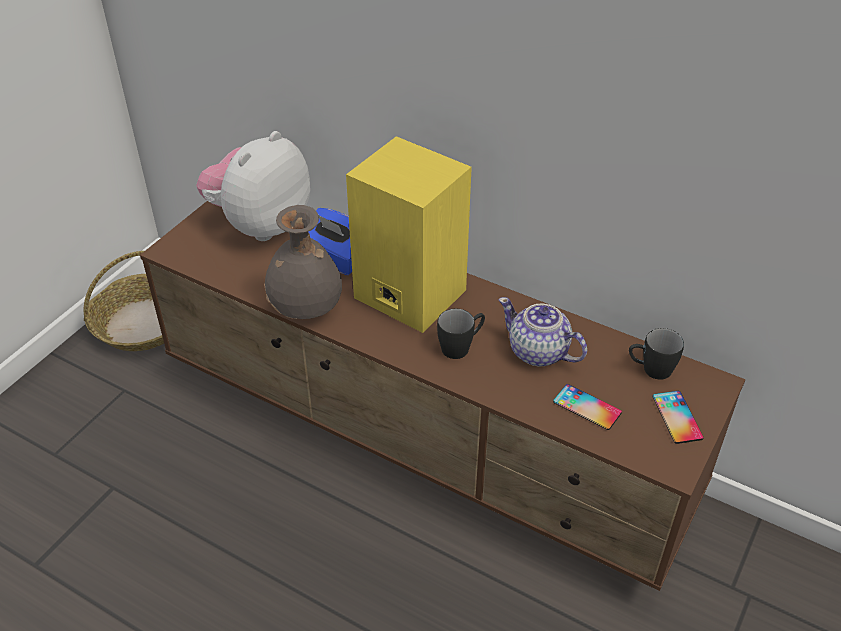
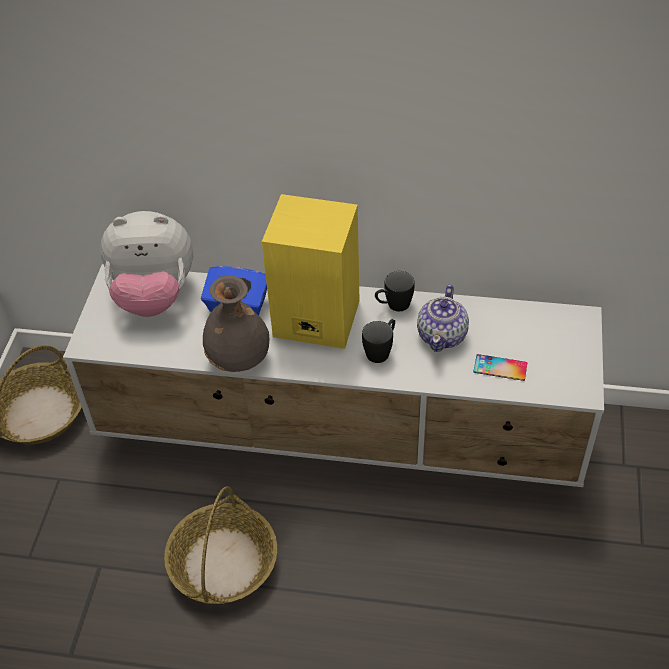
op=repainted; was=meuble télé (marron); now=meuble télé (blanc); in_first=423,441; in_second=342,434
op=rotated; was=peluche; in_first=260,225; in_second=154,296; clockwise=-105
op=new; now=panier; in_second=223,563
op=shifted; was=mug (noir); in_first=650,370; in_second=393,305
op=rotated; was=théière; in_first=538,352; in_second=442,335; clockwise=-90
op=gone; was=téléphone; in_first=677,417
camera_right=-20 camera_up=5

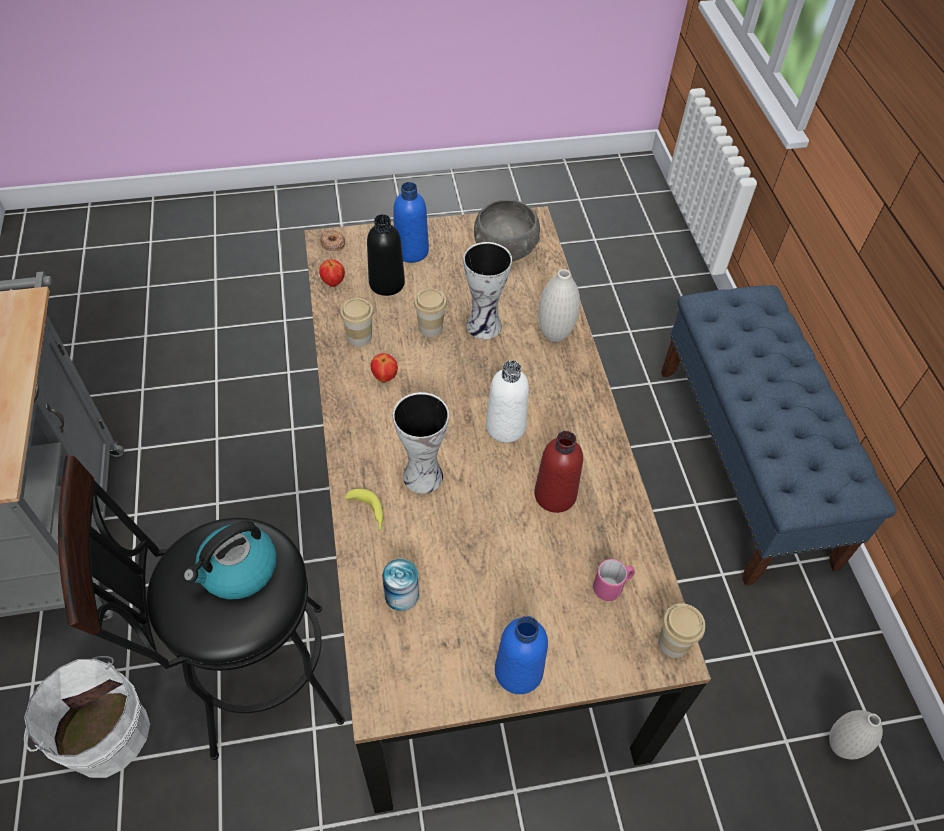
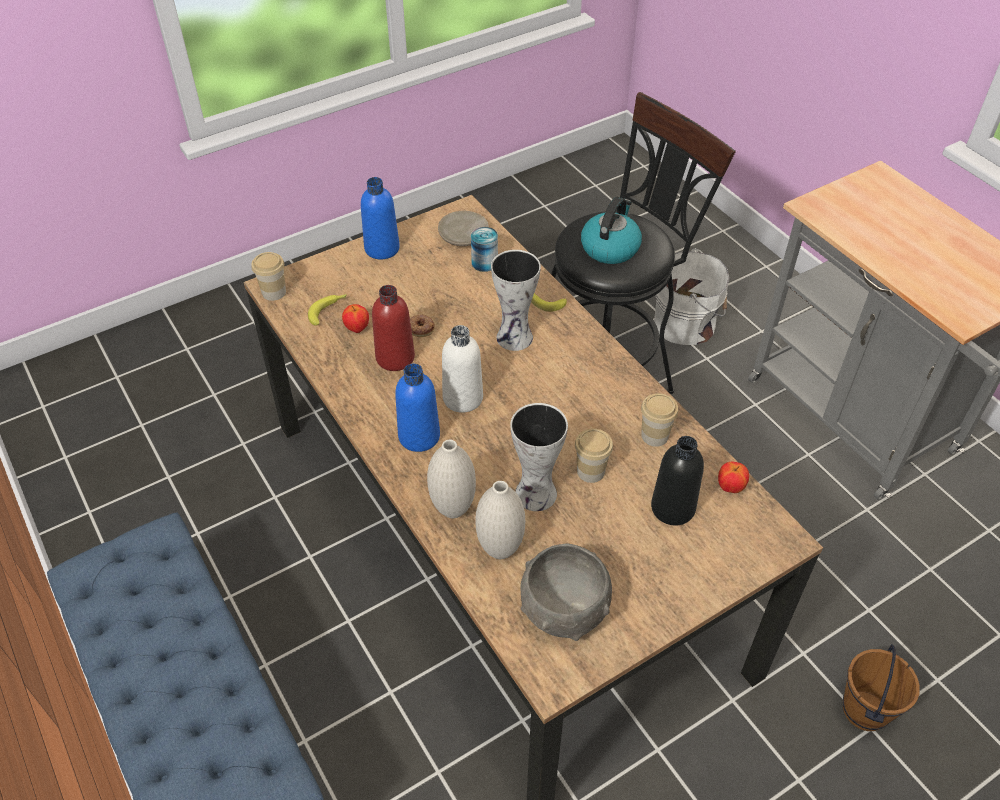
op=swapped; was=mug (rose); now=banane; in_first=612,587; in_second=328,311
op=shifted; was=pomme; in_first=384,377; in_second=357,329
op=shifted; was=bouteille (bleu); in_first=411,251; in_second=419,436
op=shifted; was=beignet; in_first=332,243; in_second=420,327
op=new; now=assiette (beige); in_second=463,236
op=shifted; was=vase (blanc); in_first=840,746; in_second=500,549
op=new; now=seau (marron); in_second=865,710
camera_right=160 camera_up=-5

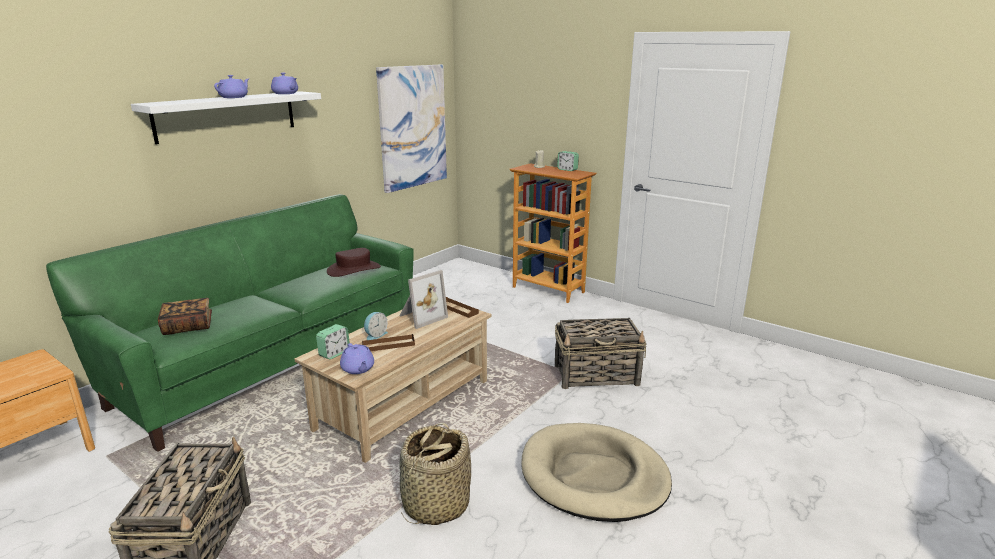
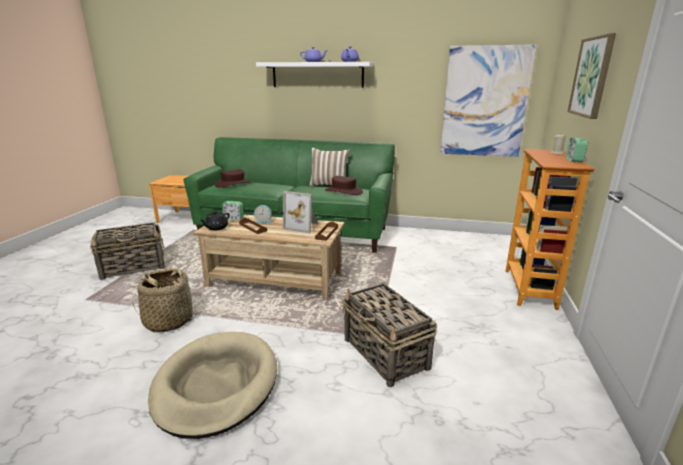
op=repainted; was=théière (violet); now=théière (noir); in_first=358,369; in_second=216,228
op=swapped; was=livre; now=chapeau (marron); in_first=188,326; in_second=233,184
op=new; now=coussin; in_second=329,185
op=new; now=tableau; in_second=592,77
camera_right=65 camera_up=0

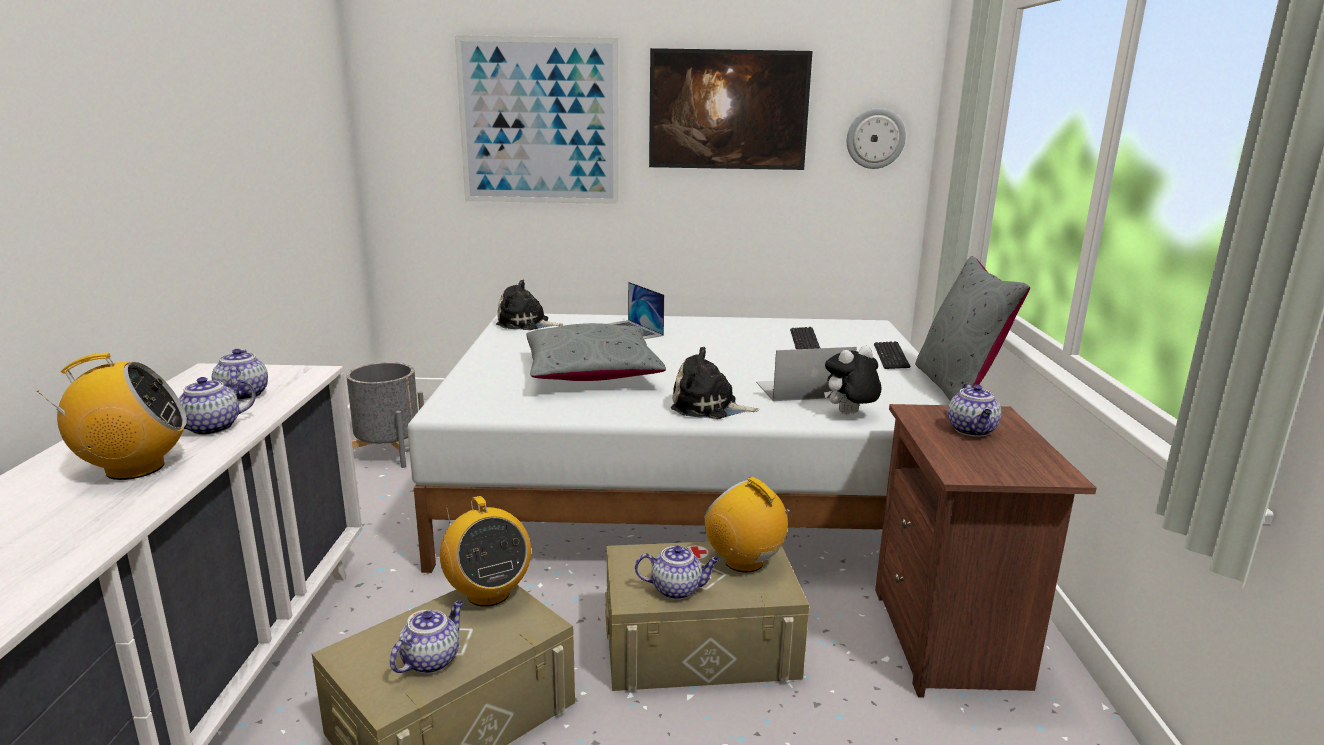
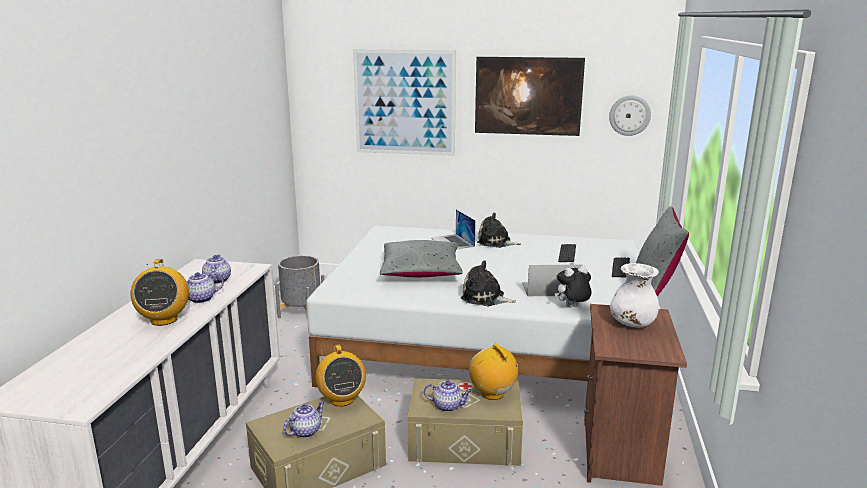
op=rotated; was=radio; in_first=134,469; in_second=164,319; clockwise=90
op=shifted; was=peluche; in_first=526,324; in_second=496,242
op=swapped; was=théière; now=vase (blanc); in_first=972,431; in_second=632,324
camera_right=10 camera_up=0

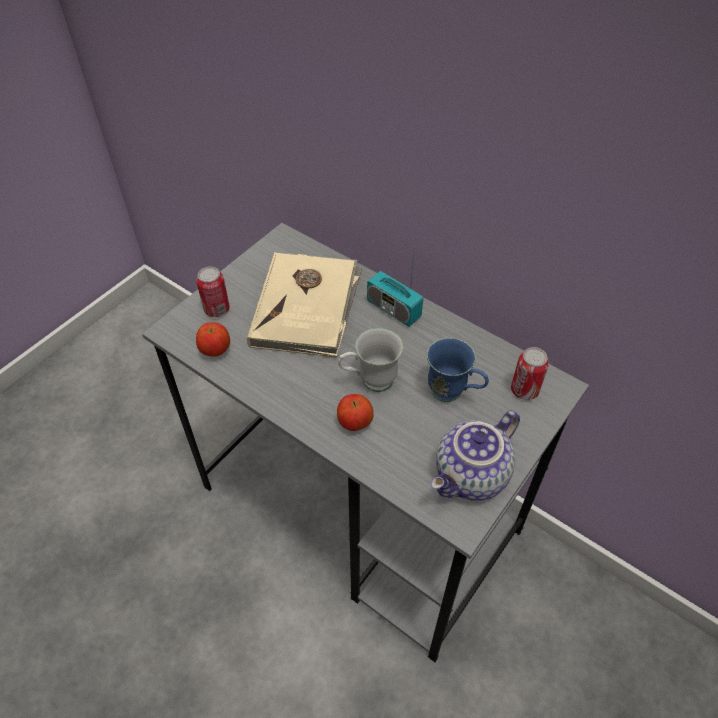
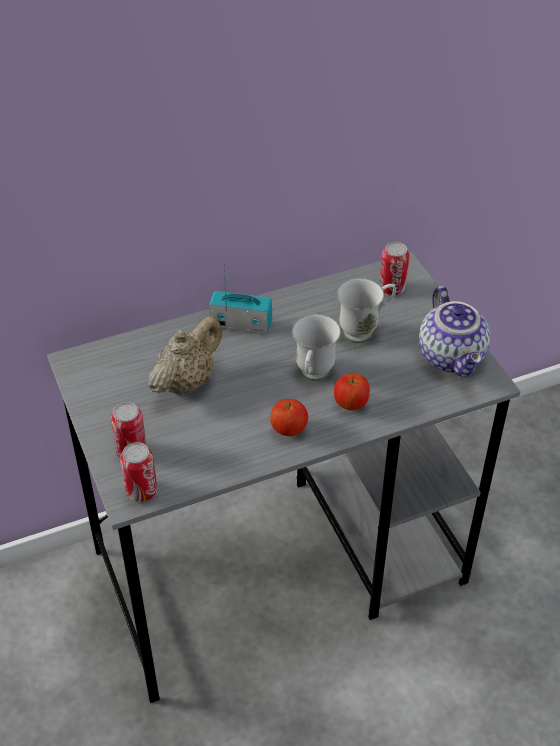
op=new; now=boîte métallique; in_second=141,491
op=swapped; was=livre (beige); now=théière (beige); in_first=307,307; in_second=187,381
op=rotated; was=radio; in_first=393,309; in_second=241,324; clockwise=-150
op=shifted; was=pomme; in_first=215,350; in_second=288,429
op=repainted; was=mug (bleu); now=mug (blanc); in_first=453,394; in_second=365,330
camera_right=-60 camera_up=-5

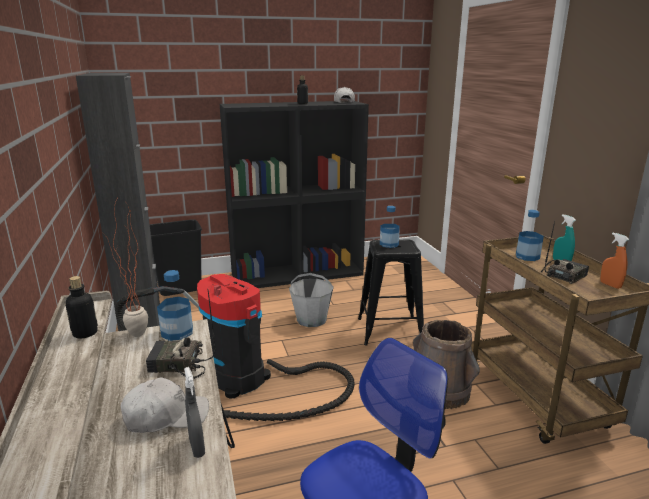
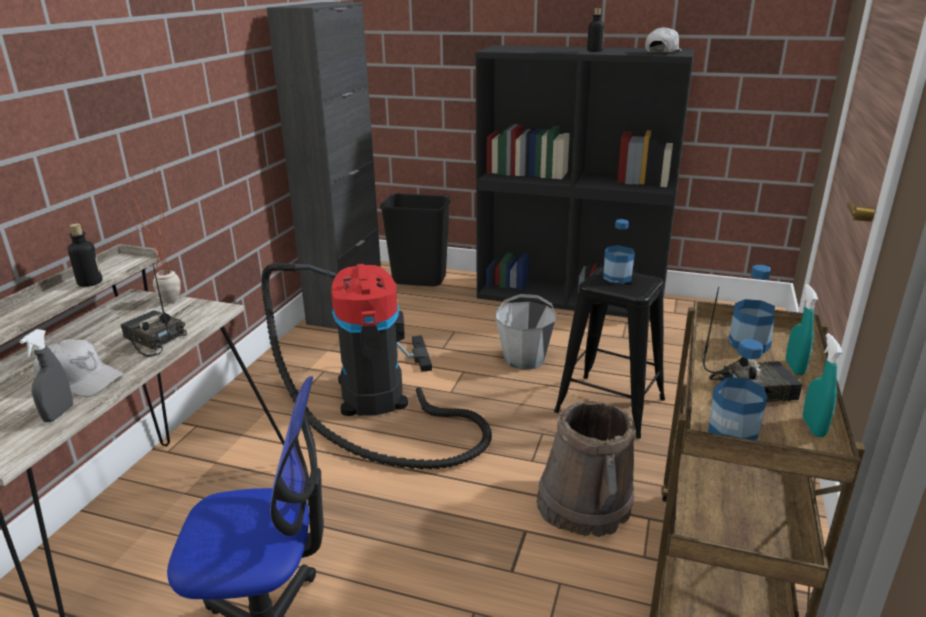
op=shifted; was=bouteille; in_first=177,332; in_second=732,432
op=repainted; was=vaporisateur (orange); now=vaporisateur (turquoise); in_first=610,285; in_second=813,427
camera_right=35 camera_up=5

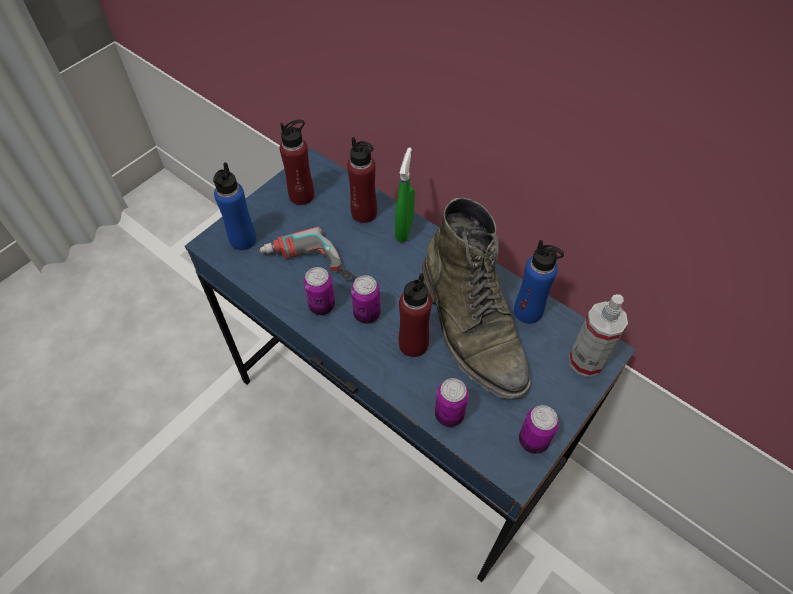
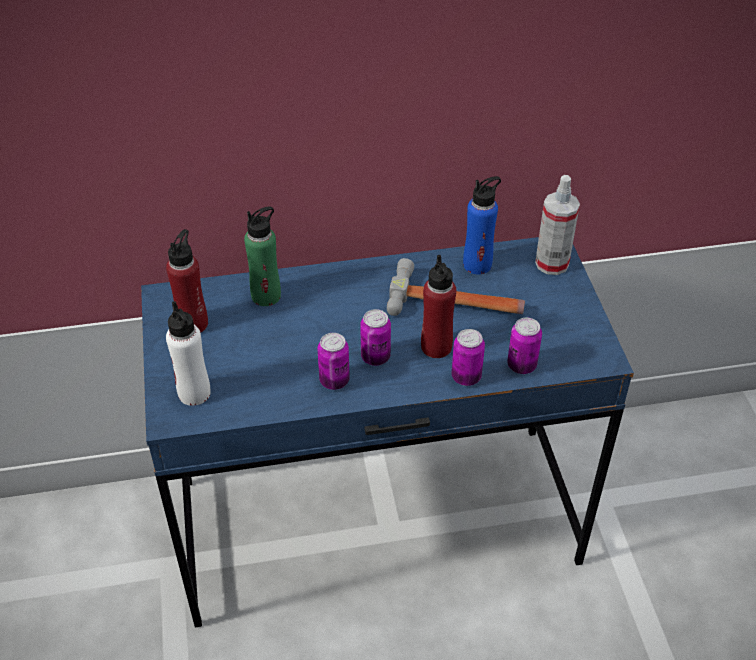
op=repainted; was=bouteille (bleu); now=bouteille (blanc); in_first=243,240; in_second=194,393
op=repainted; was=bouteille (rouge); now=bouteille (vert); in_first=364,213; in_second=266,296
op=swapped; was=botte (vert); now=marteau; in_first=471,326; in_second=456,303
op=shifted; was=boîte métallique; in_first=533,441; in_second=466,377
op=gone; was=perceuse; in_first=308,268
op=gone; was=vaporisateur (vert); in_first=404,229
camera_right=-50 camera_up=-10

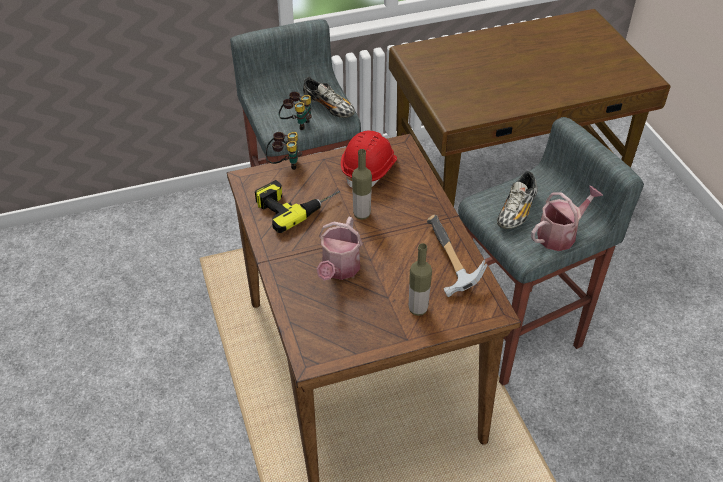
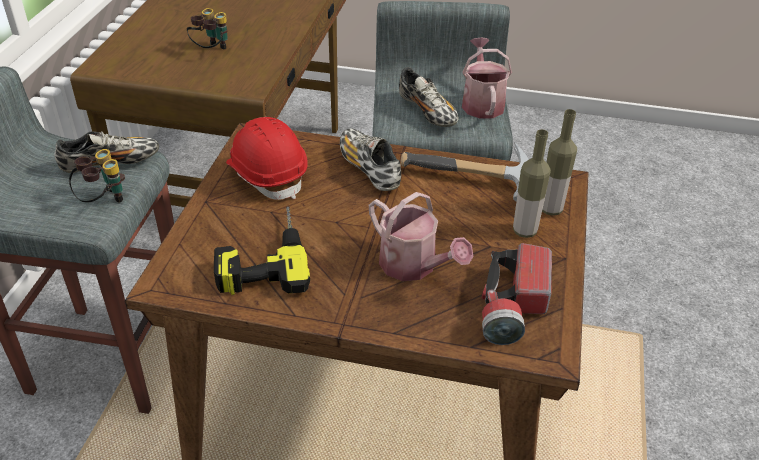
op=shifted; was=jumelles; in_first=284,164; in_second=211,51
op=new; now=chaussure; in_second=368,169
op=new; now=lampe de poche; in_second=513,306
op=shifted; was=bouteille; in_first=361,214; in_second=550,209
camera_right=-60 camera_up=-5

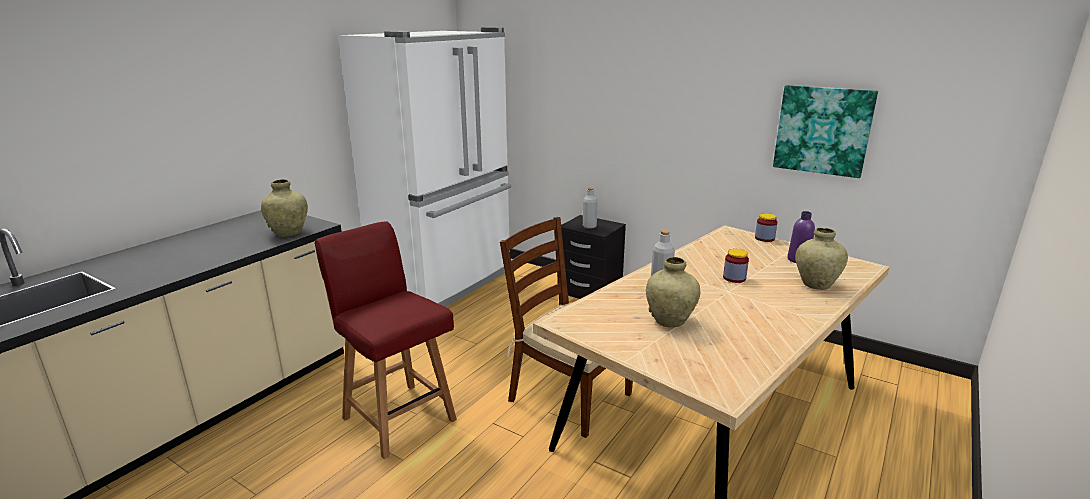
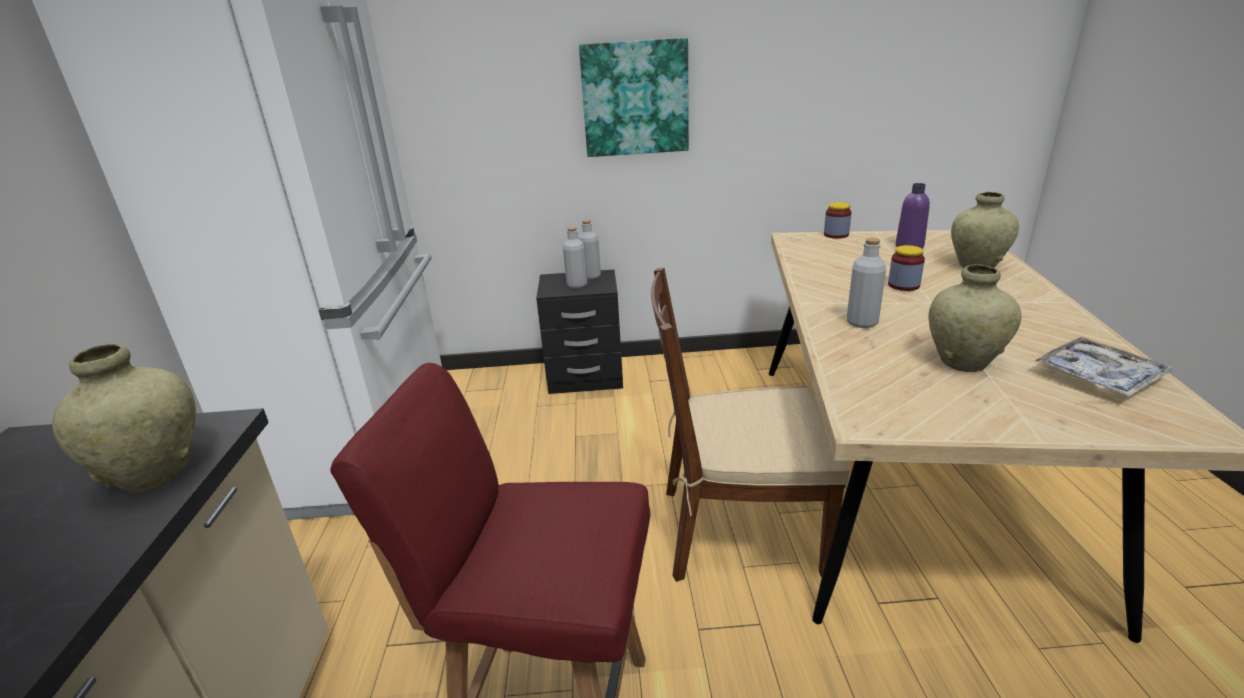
op=new; now=bouteille (gris); in_second=590,276
op=shifted; was=tableau; in_first=823,130; in_second=635,98
op=new; now=plateau; in_second=1099,376
camera_right=-35 camera_up=5

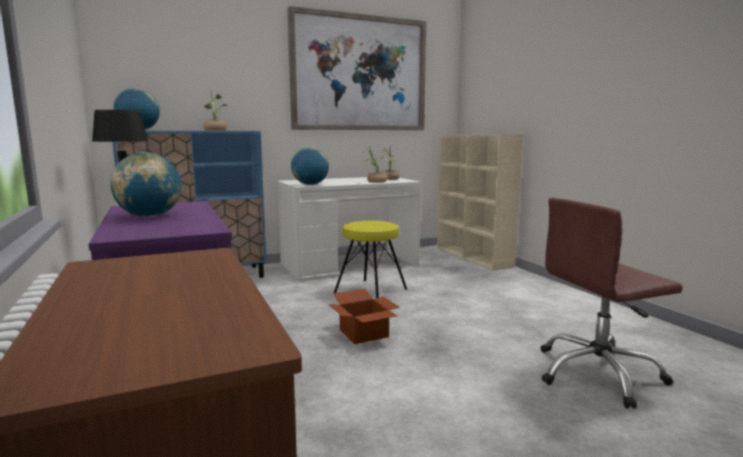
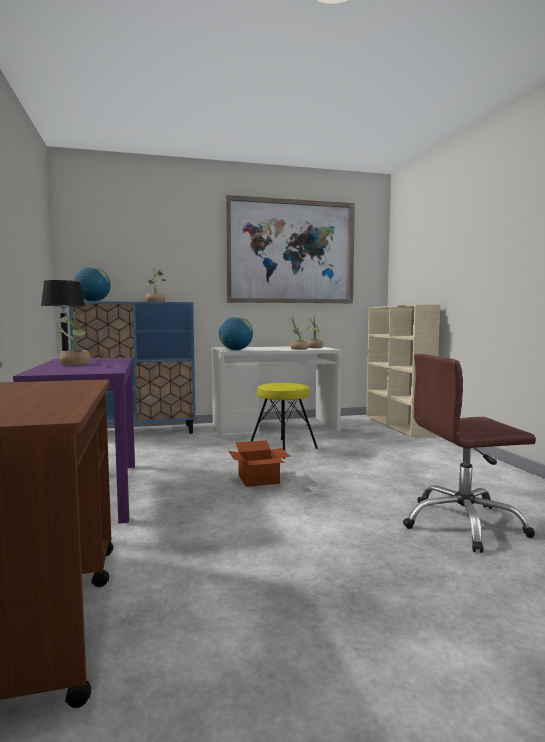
op=swapped; was=globe; now=plante en pot; in_first=150,216; in_second=75,364
camera_right=10 camera_up=-5

